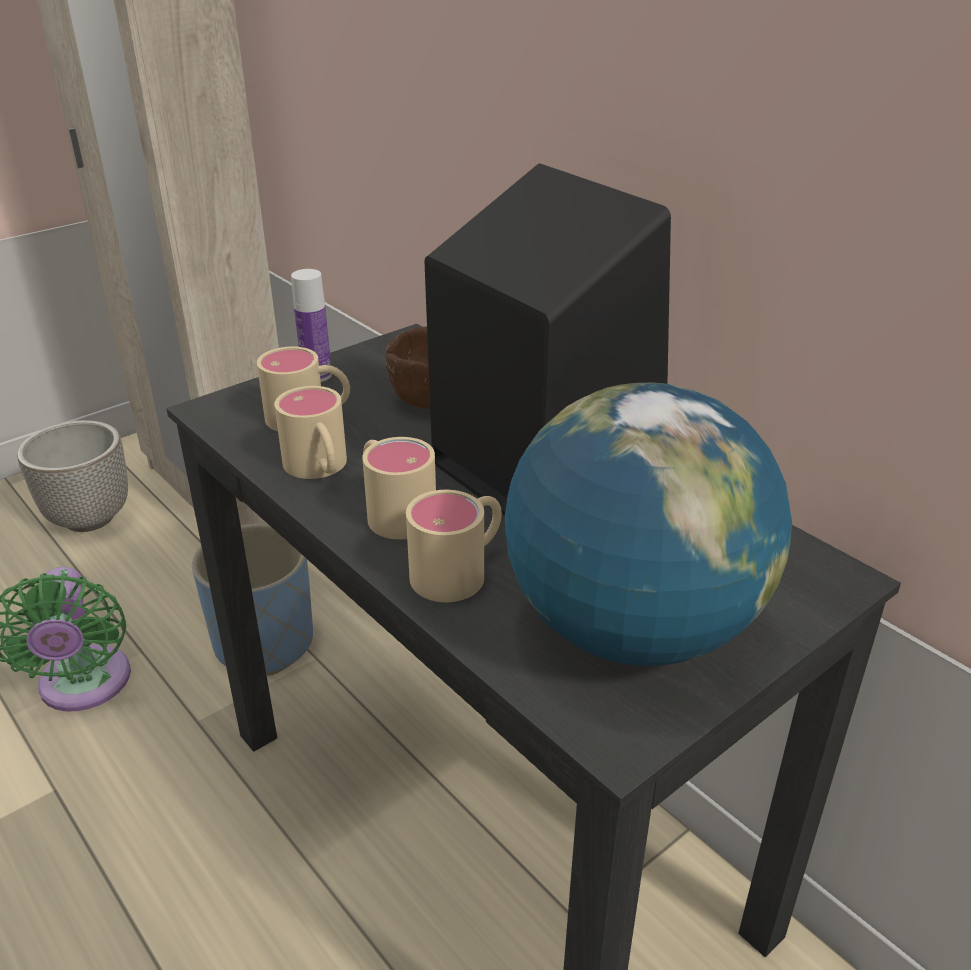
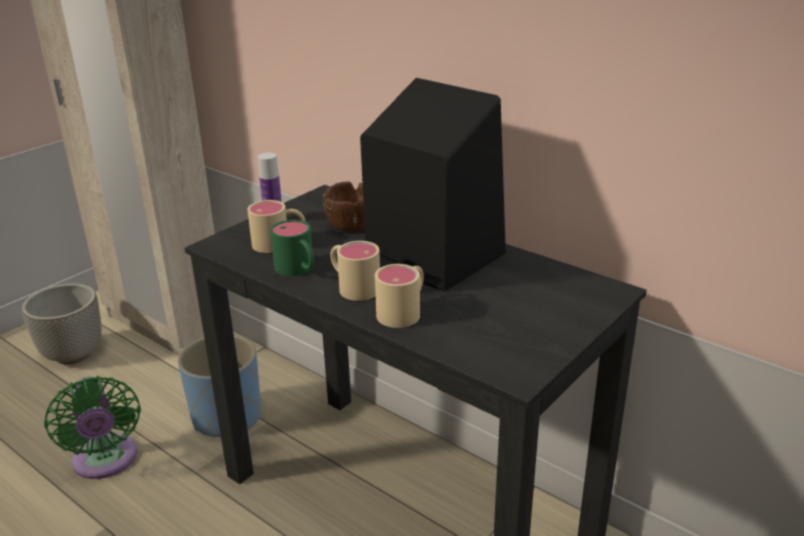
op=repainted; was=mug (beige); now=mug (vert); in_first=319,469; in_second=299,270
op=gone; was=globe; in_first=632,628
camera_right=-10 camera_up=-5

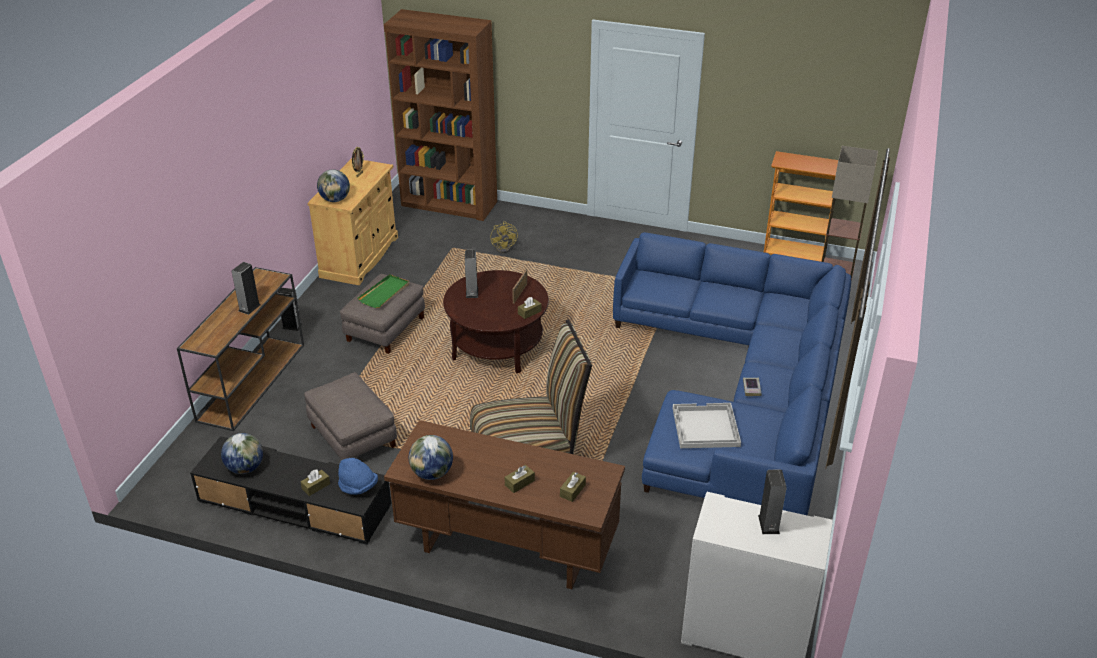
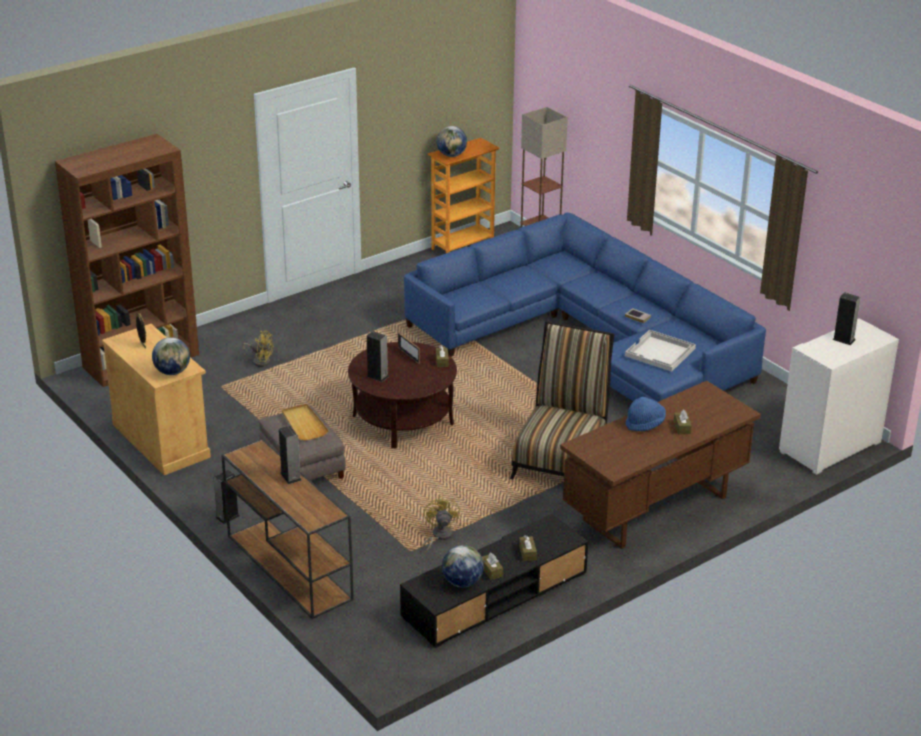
op=repainted; was=plateau (vert); now=plateau (beige); in_first=384,293; in_second=304,424
op=swapped; was=pouf (gris); now=ventilateur (jaune); in_first=352,436; in_second=439,536
op=shifted; was=globe; in_first=432,473; in_second=451,155
op=shifted; was=boîte à mouchoirs (marron); in_first=572,491; in_second=491,571
op=shifted; was=chapeau (bleu); in_first=358,487; in_second=645,424
camera_right=-55 camera_up=-5

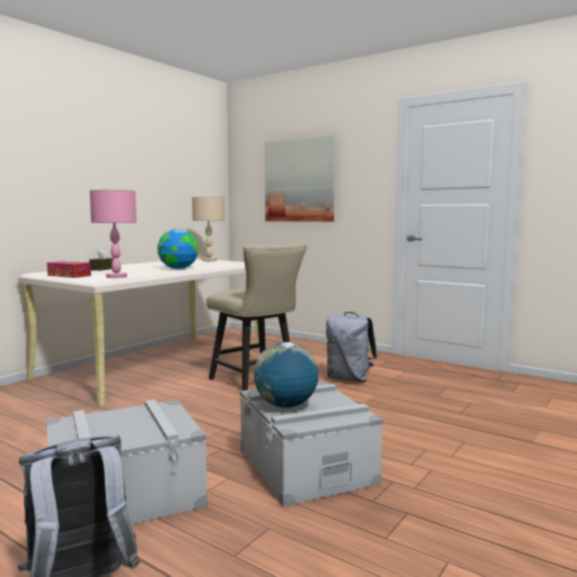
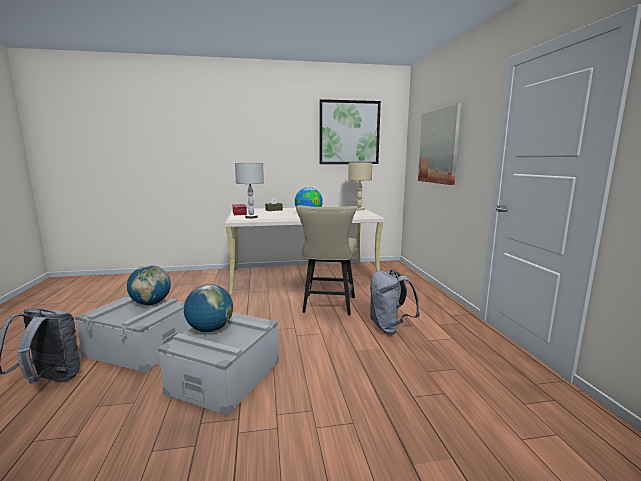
op=new; now=globe; in_second=151,303
op=repainted; was=lampe de table (rose); now=lampe de table (gris); in_first=116,277; in_second=251,217
op=new; now=tableau; in_second=349,133
camera_right=45 camera_up=5

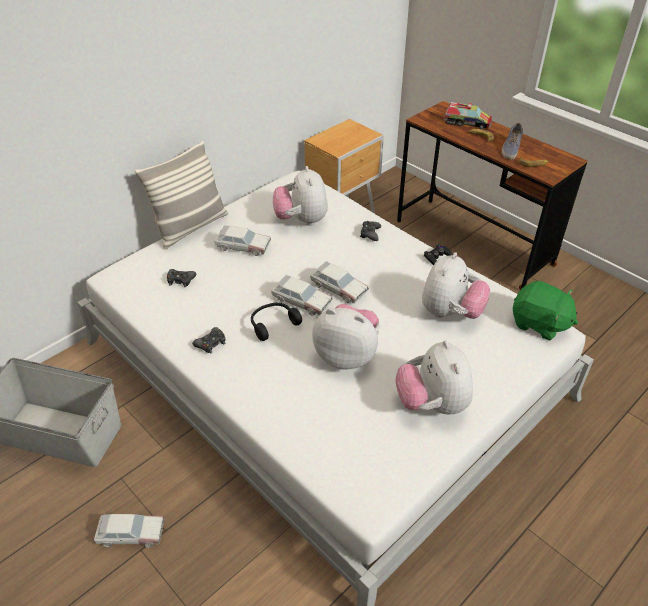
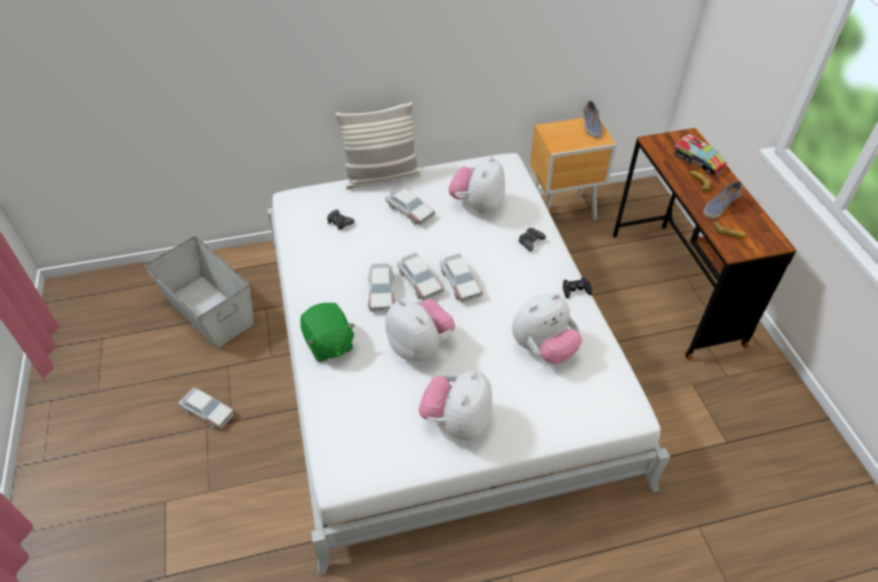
op=shifted; was=peluche (vert); in_first=539,324; in_second=328,344
op=swapped; was=casque audio (noir); now=petite voiture; in_first=273,324; in_second=381,292
op=new; now=chaussure; in_second=590,126
op=gone; was=manette (noir); in_first=211,343
camera_right=30 camera_up=5

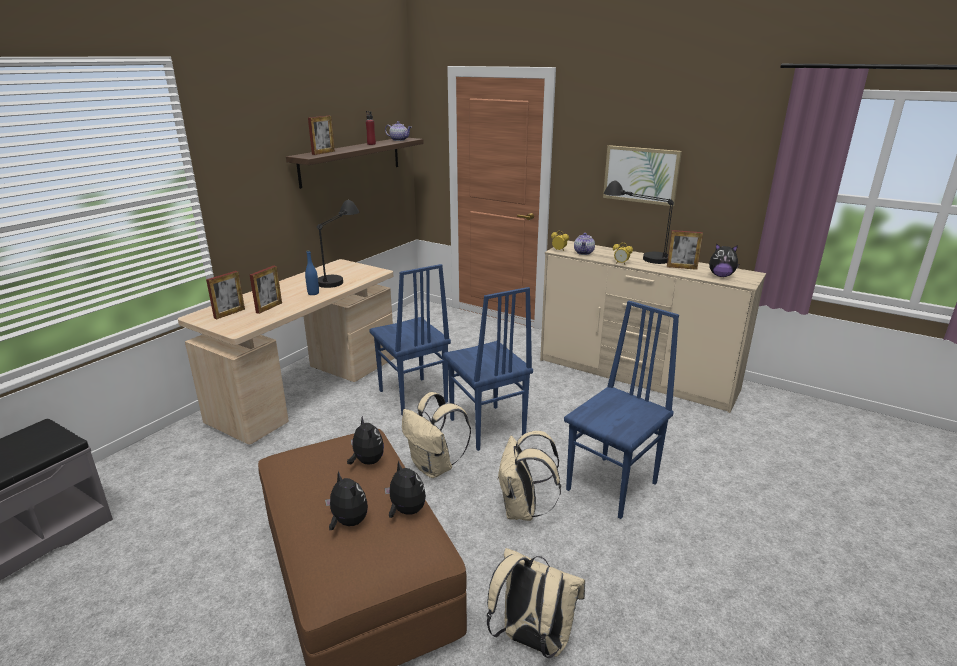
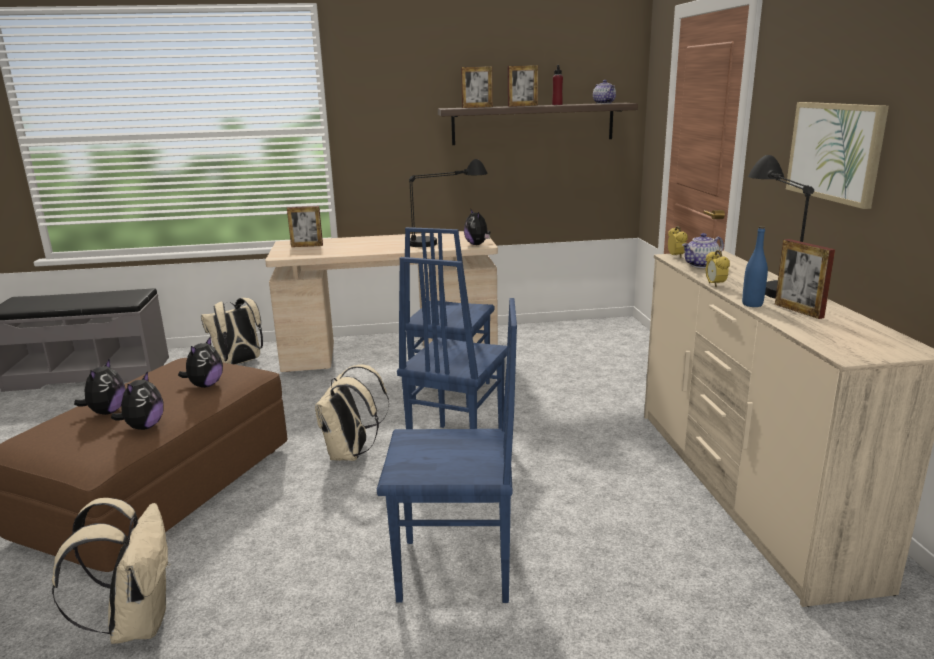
op=shifted; was=sac à dos (beige); in_first=523,510; in_second=239,363
op=shifted; was=peluche; in_first=721,276; in_second=477,244
op=shifted; was=cadre photo; in_first=269,308; in_second=522,106
op=shifted; was=bouteille (bleu); in_first=313,293; in_second=752,304
camera_right=50 camera_up=-5

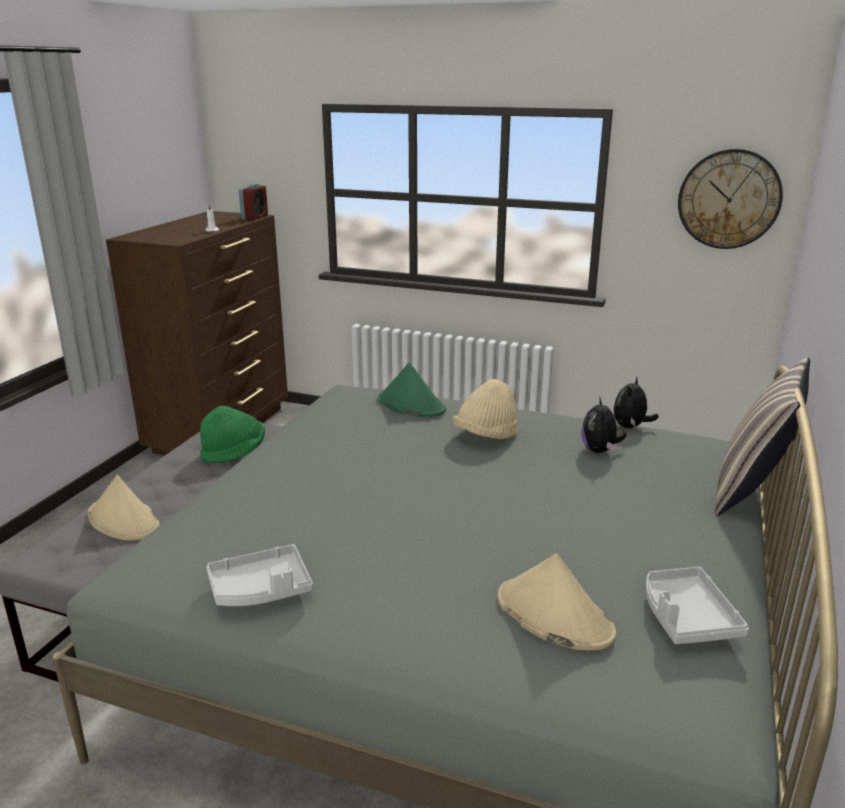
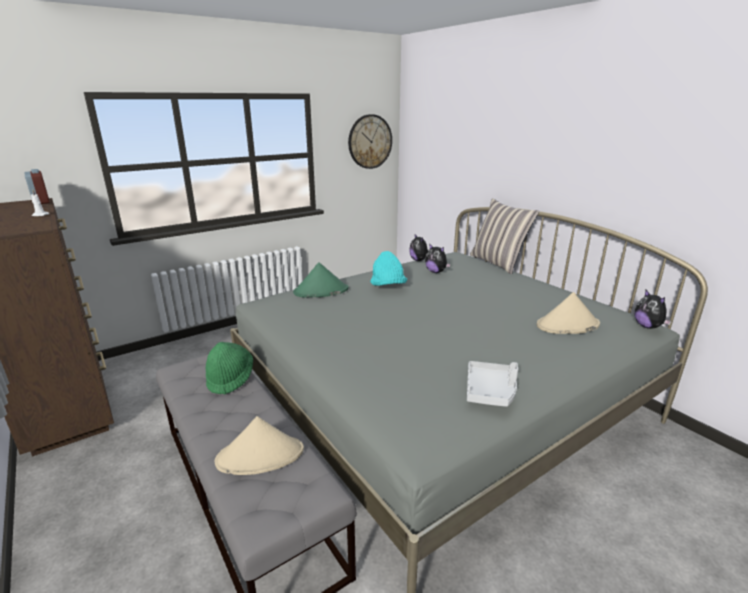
op=repainted; was=chapeau (beige); now=chapeau (turquoise); in_first=486,436; in_second=388,286
op=new; now=peluche; in_second=648,326
op=gone; was=plateau (gris); in_first=686,617
camera_right=-55 camera_up=0

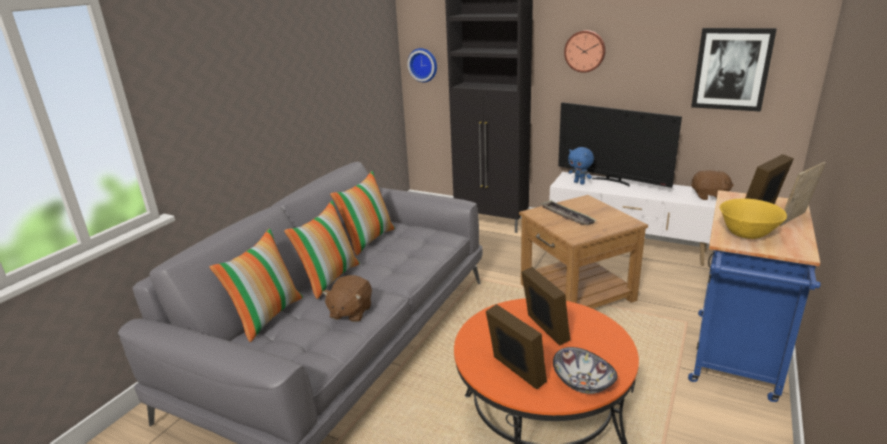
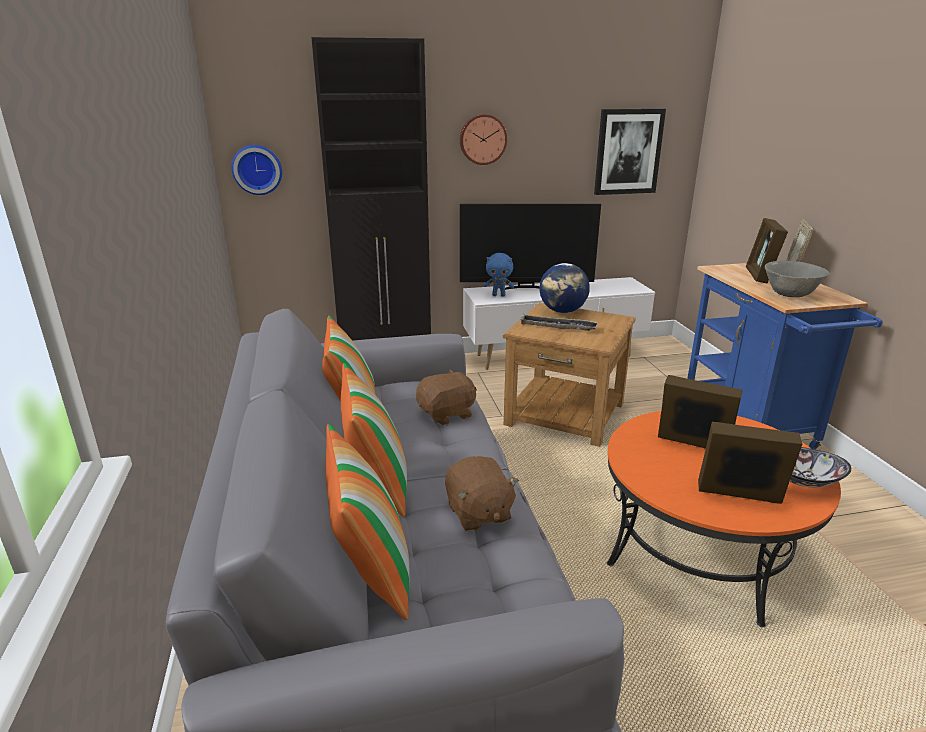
op=shifted; was=peluche (marron); in_first=709,196; in_second=447,414
op=new; now=globe; in_second=562,311
op=repainted; was=bol (jaune); now=bol (gris); in_first=747,235; in_second=790,295
camera_right=-40 camera_up=0

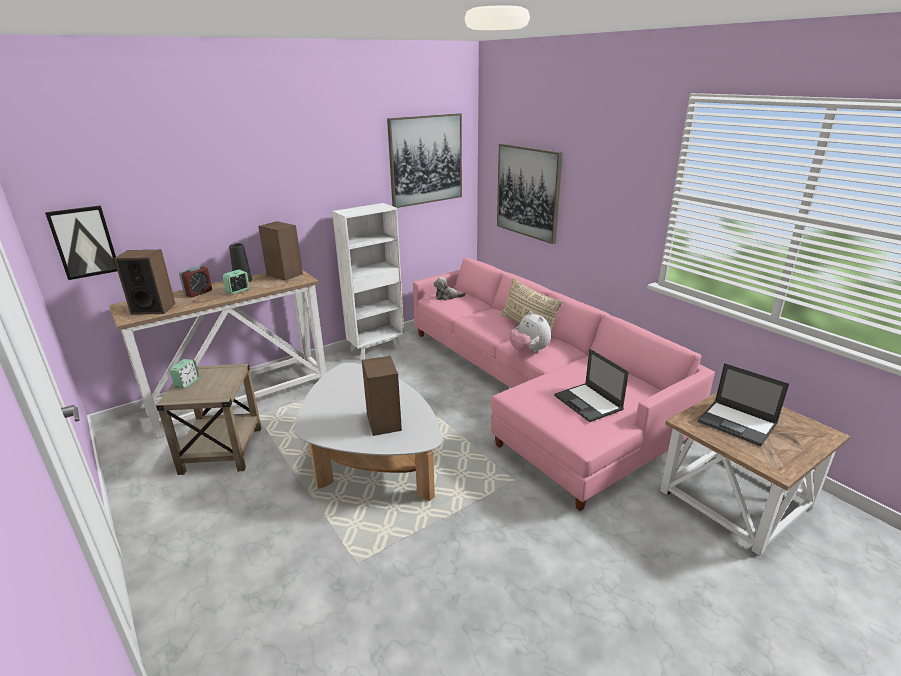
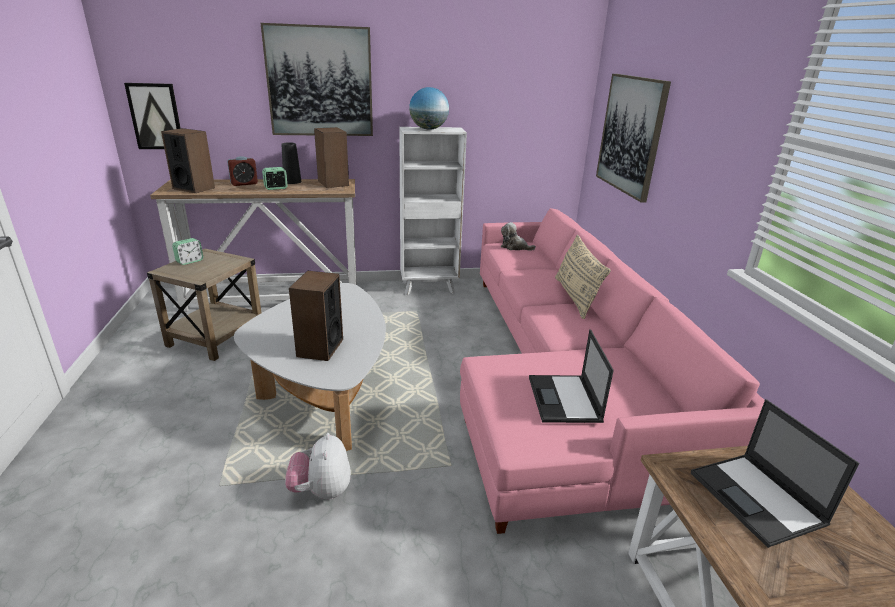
op=shifted; was=tableau; in_first=425,160; in_second=320,82
op=shifted; was=peluche; in_first=529,351; in_second=321,491
op=new; now=globe; in_second=428,129
camera_right=25 camera_up=0

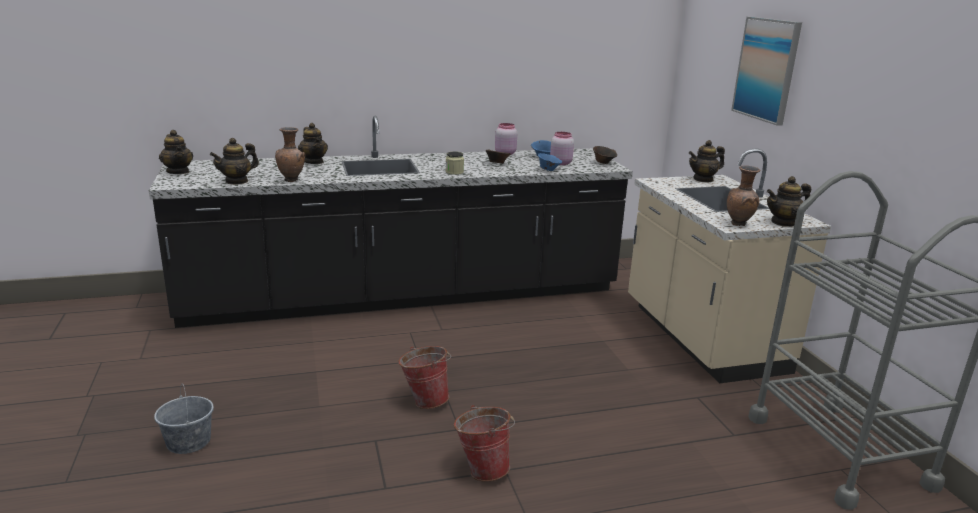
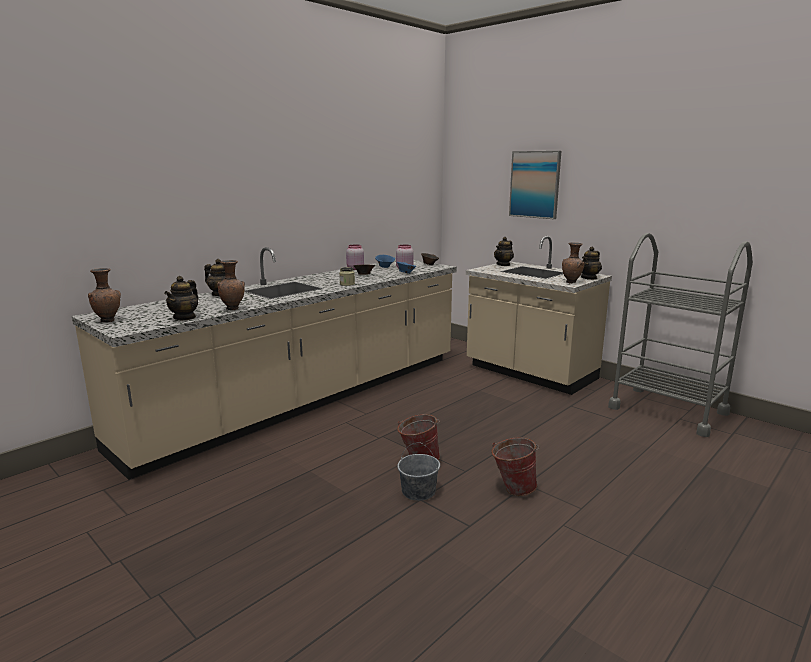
op=repainted; was=comptoir de cuisine (noir); now=comptoir de cuisine (beige); in_first=404,295; in_second=306,399
op=swapped; was=théière; now=vase (marron); in_first=178,172; in_second=108,320
op=shifted; was=seau (gris); in_first=188,441; in_second=418,491
camera_right=-30 camera_up=-5

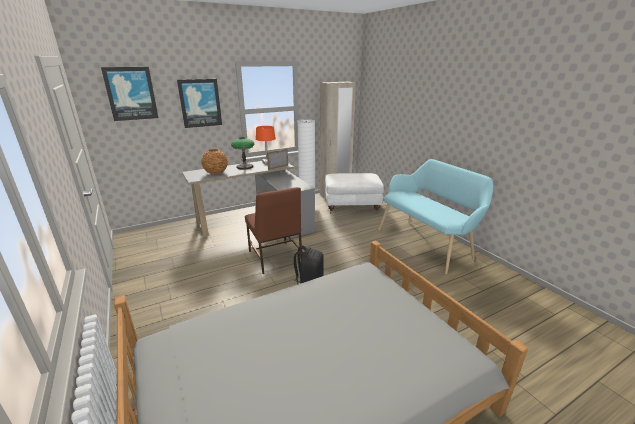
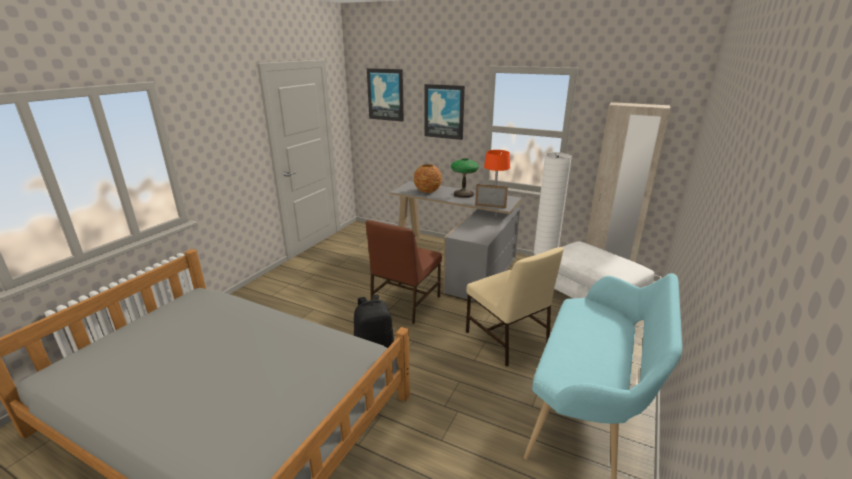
op=new; now=chaise (beige); in_second=507,339
camera_right=55 camera_up=0

